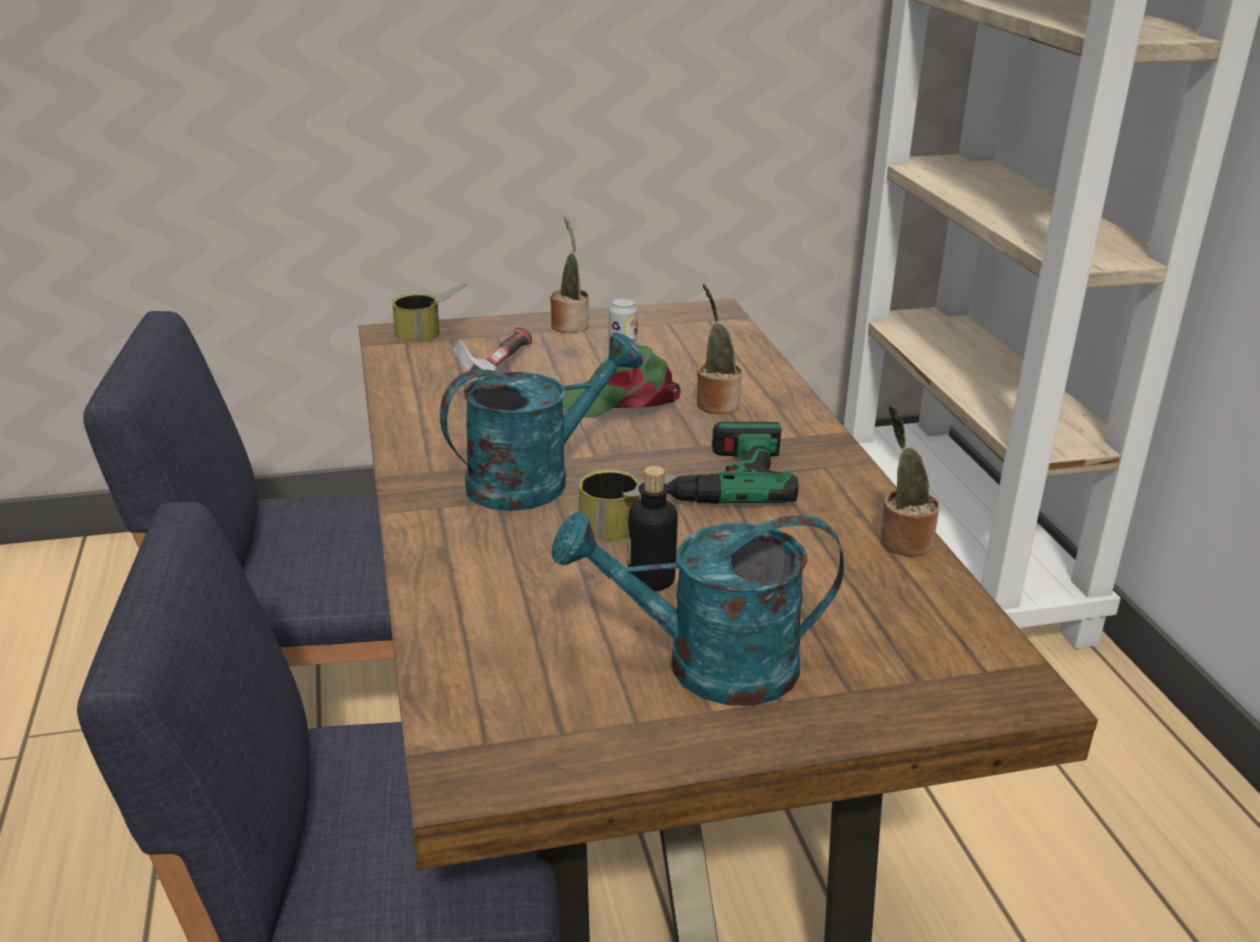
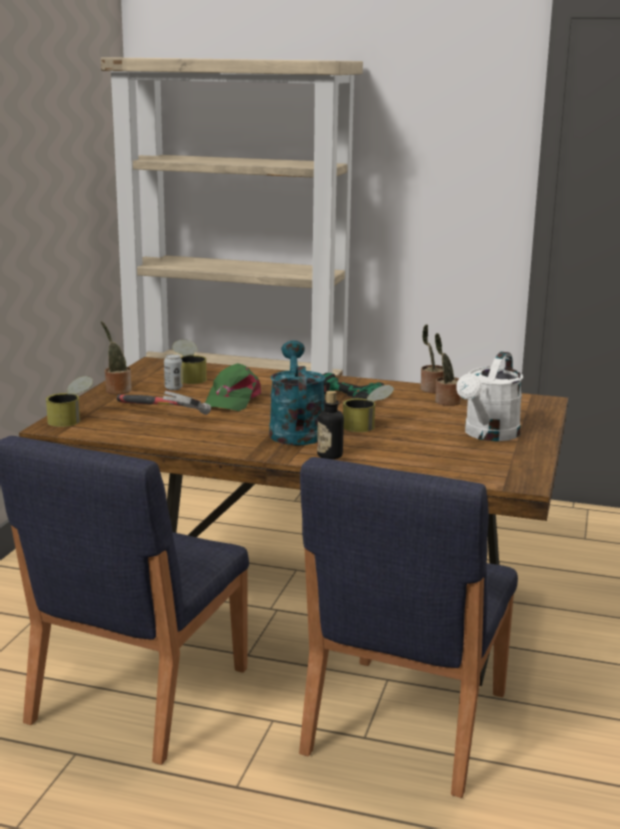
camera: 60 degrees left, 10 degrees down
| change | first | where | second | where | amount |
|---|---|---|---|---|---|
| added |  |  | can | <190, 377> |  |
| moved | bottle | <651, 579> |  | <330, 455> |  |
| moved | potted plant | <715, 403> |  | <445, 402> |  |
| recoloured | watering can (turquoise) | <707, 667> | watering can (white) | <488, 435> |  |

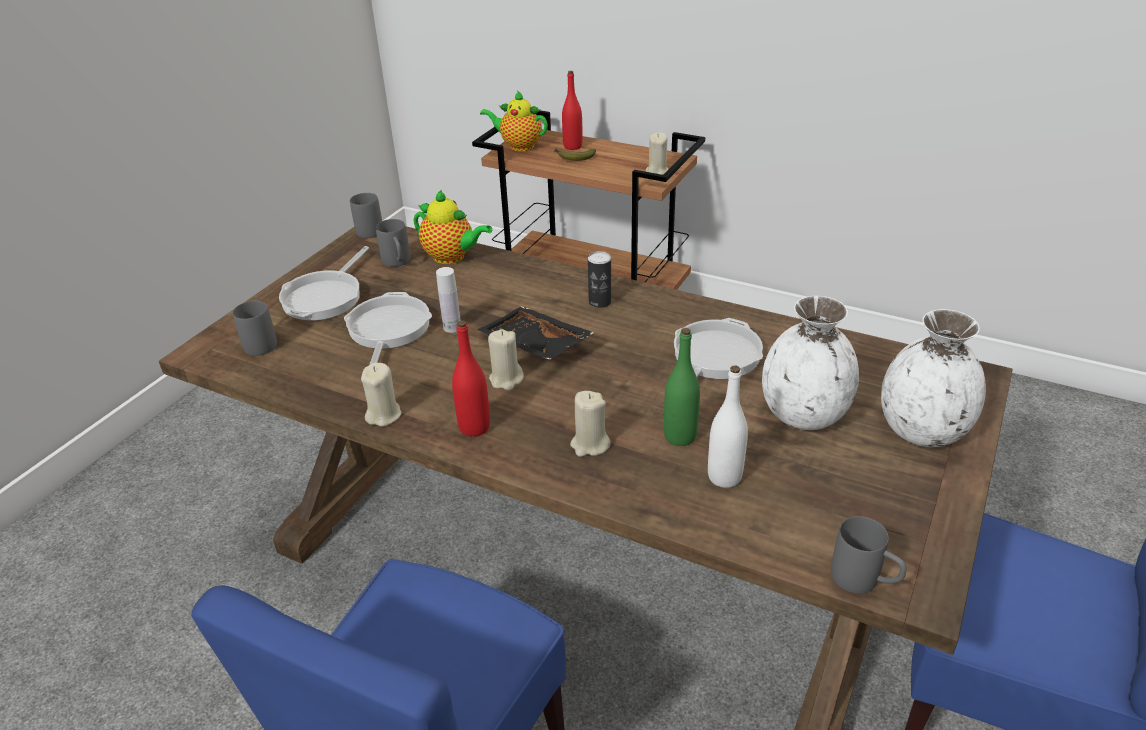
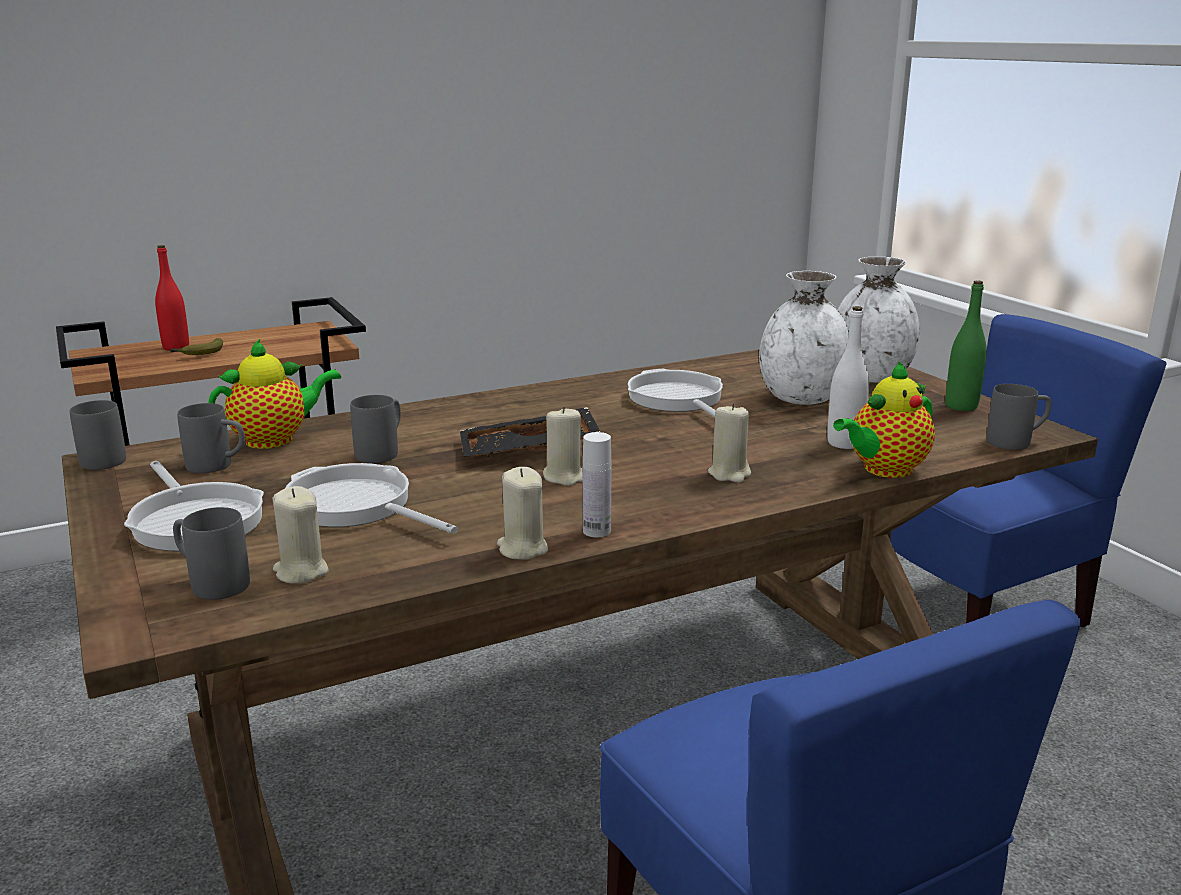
camera: 55 degrees left, 15 degrees down
| change | first | where | second | where | amount |
|---|---|---|---|---|---|
| moved | candle (beige) | <656, 171> |  | <301, 571> |  |
| added |  |  | mug (grey) | <382, 452> |  |
| moved | bottle (white) | <452, 327> |  | <596, 531> |  |
| moved | teapot | <518, 146> |  | <884, 470> |  |
| moved | bottle (green) | <680, 436> |  | <961, 406> |  |
| removed | bottle (red) | <474, 427> |  |  |  |
| removed | can | <600, 302> |  |  |  |

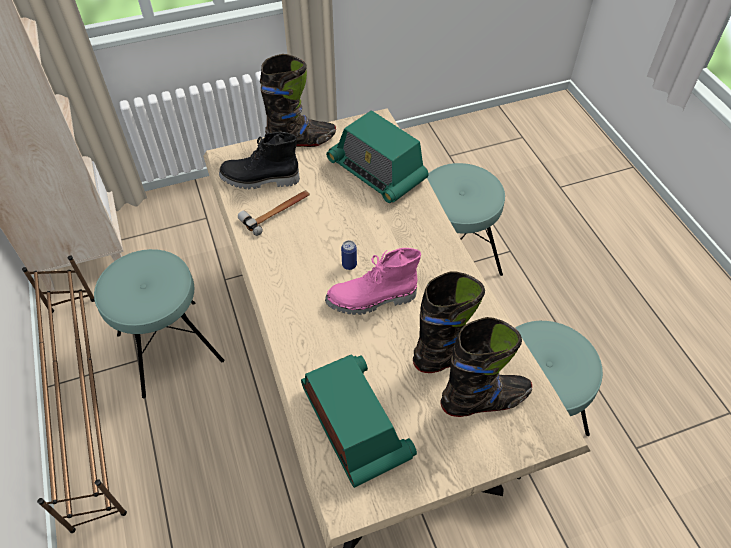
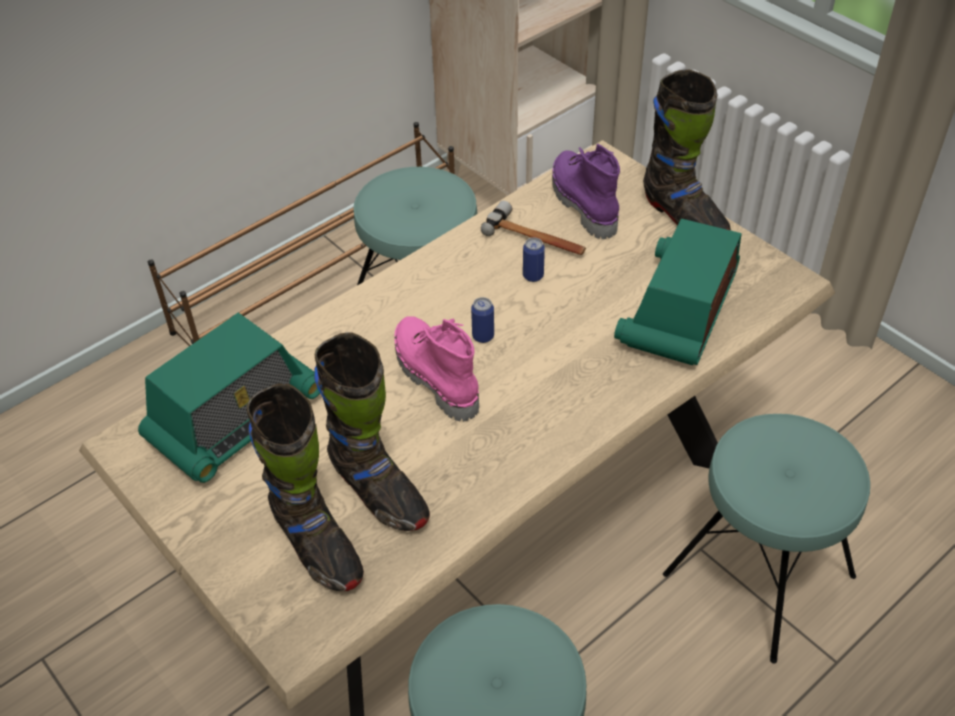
camera: 70 degrees right, 5 degrees down
| change | first | where | second | where | amount |
|---|---|---|---|---|---|
| added |  |  | can | <533, 276> |  |
| recoloured | boot (black) | <260, 180> | boot (purple) | <581, 203> |  |

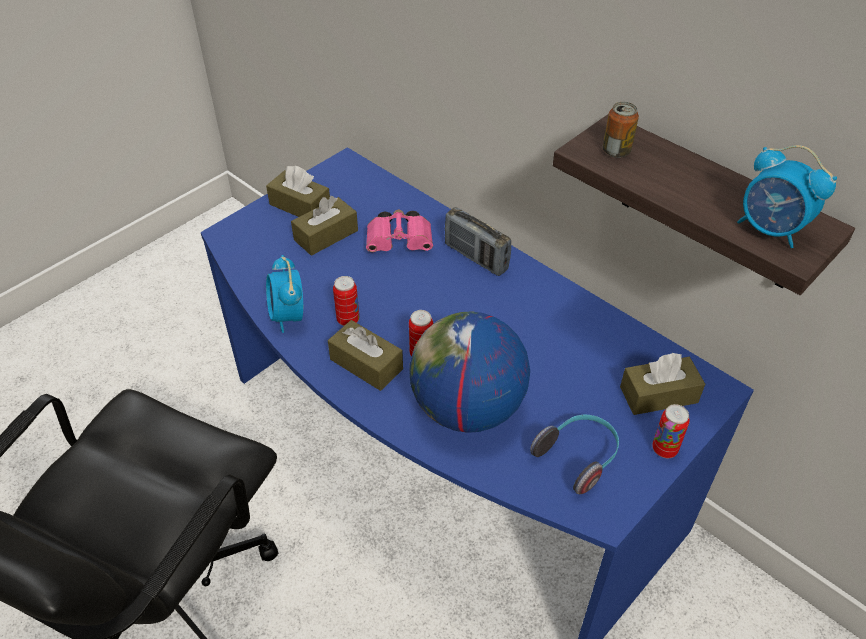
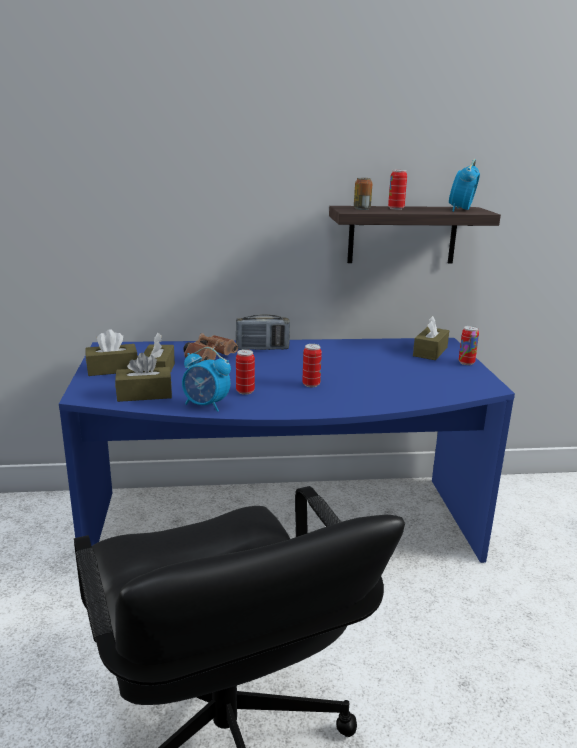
camera: 50 degrees left, 25 degrees down
| change | first | where | second | where | amount |
|---|---|---|---|---|---|
| moved | tissue box (brown) | <366, 364> |  | <144, 394> |  |
| recoloured | binoculars (pink) | <401, 242> | binoculars (brown) | <210, 358> |  |
| added |  |  | can | <396, 208> |  |
| turned | alarm clock | <771, 230> |  | <461, 210> | 120 degrees clockwise |
| removed | globe | <467, 408> |  |  |  |
| removed | headphones | <578, 457> |  |  |  |

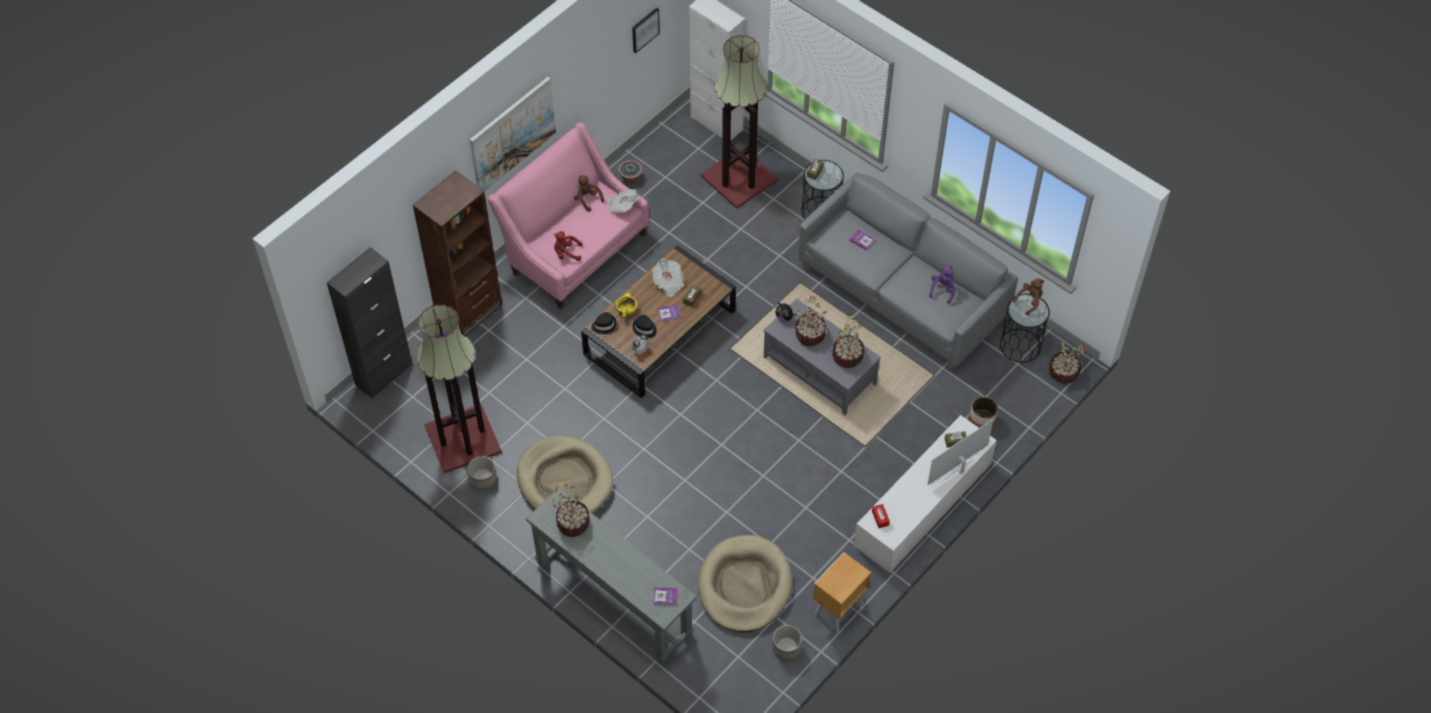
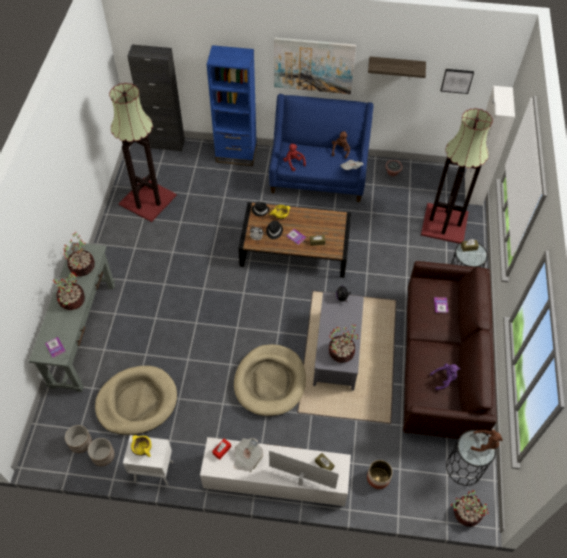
camera: 55 degrees right, 0 degrees up
| change | first | where | second | where | amount |
|---|---|---|---|---|---|
| moved | potted plant | <811, 335> |  | <72, 301> |  |
| moved | planter | <483, 479> |  | <80, 442> |  |
| recoloured | nightstand (brown) | <837, 610> | nightstand (white) | <153, 471> |  |
| added |  |  | bowl (yellow) | <142, 448> |  |
| recoloured | bookcase (brown) | <469, 310> | bookcase (blue) | <236, 155> |  |
| moved | dog bed (beige) | <564, 481> |  | <270, 381> |  |
| moved | newspaper | <668, 283> |  | <247, 458> |  |
| recoloured | sofa (pink) | <574, 250> | sofa (blue) | <318, 176> |  |
| added |  |  | shelf | <396, 66> |  |
| recoloured | sofa (grey) | <902, 293> | sofa (brown) | <440, 364> |  |

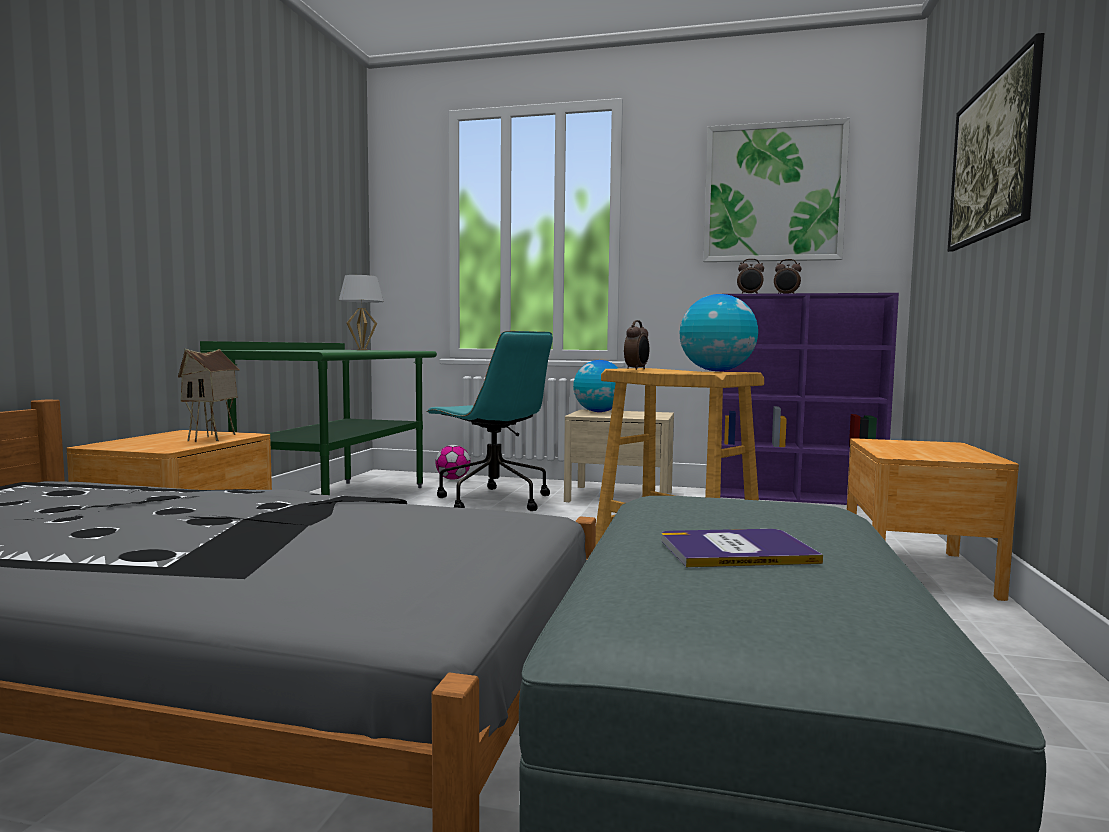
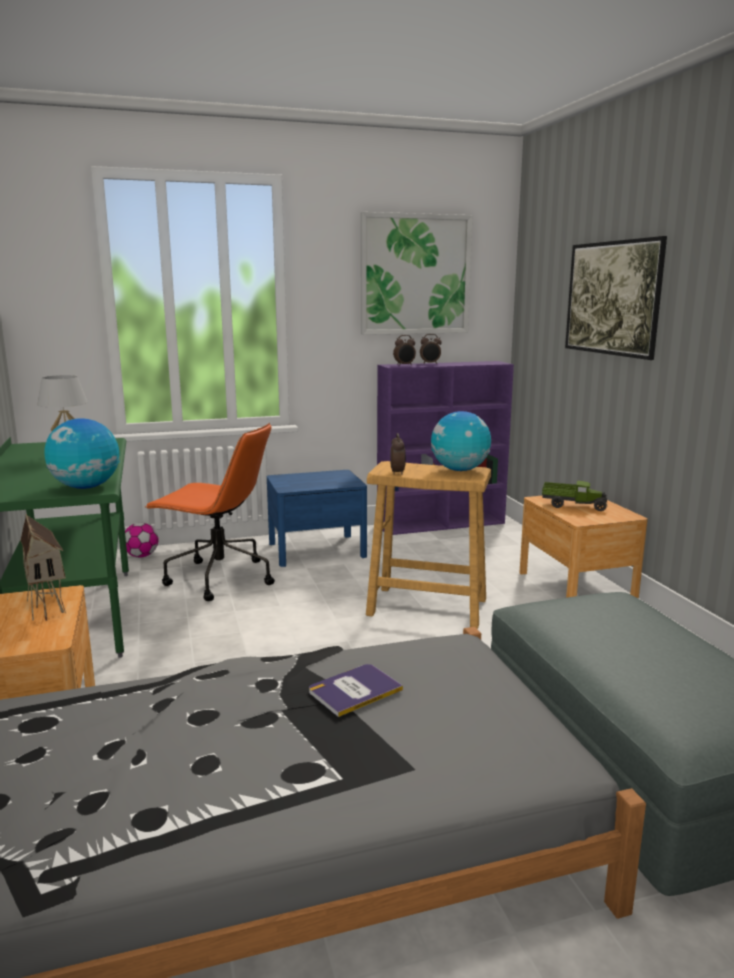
camera: 30 degrees left, 10 degrees up
| change | first | where | second | where | amount |
|---|---|---|---|---|---|
| moved | globe | <598, 412> |  | <86, 487> |  |
| recoloured | office chair (turquoise) | <492, 500> | office chair (orange) | <218, 578> |  |
| recoloured | nightstand (beige) | <619, 496> | nightstand (blue) | <316, 550> |  |
| moved | book | <736, 550> |  | <354, 690> |  |
| added |  |  | toy truck | <573, 505> |  |

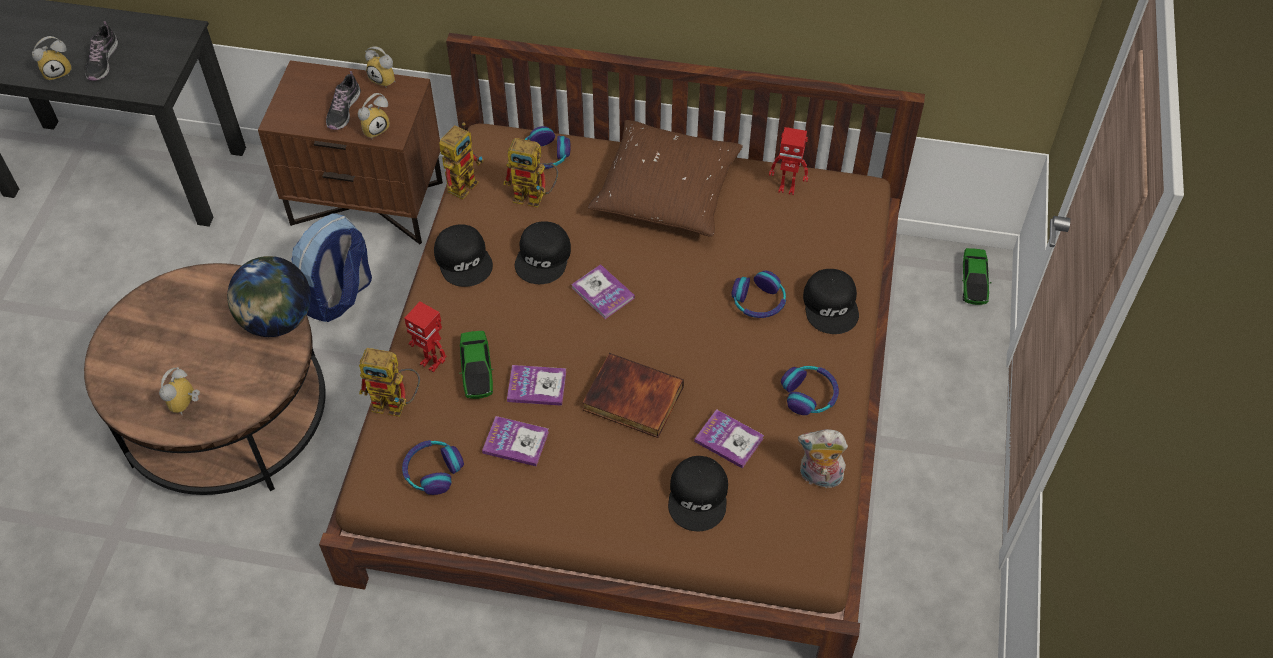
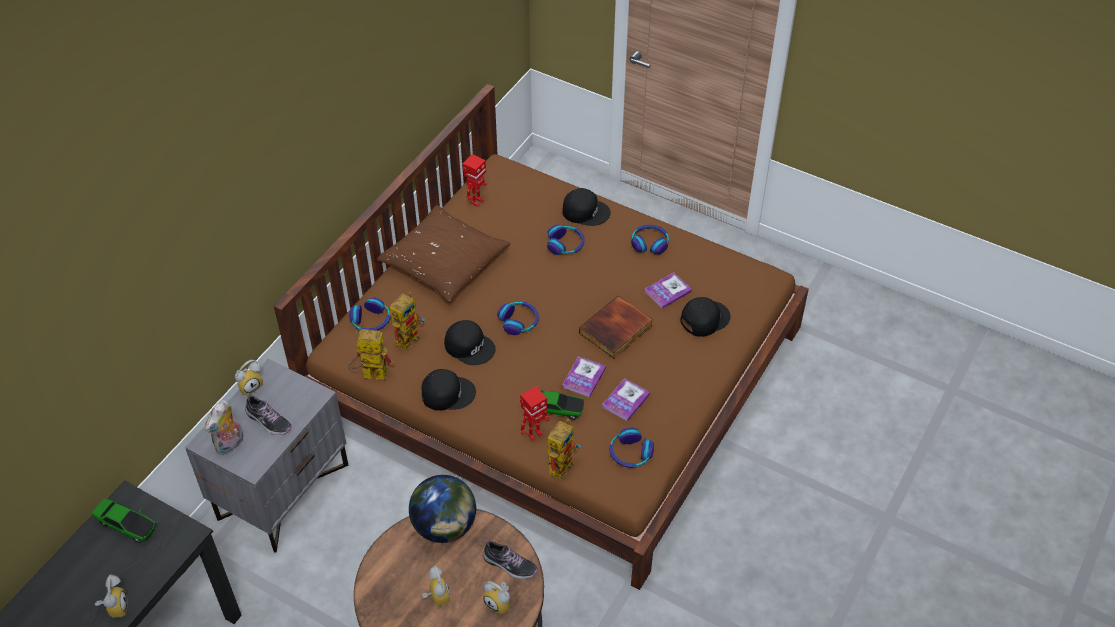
camera: 70 degrees left, 5 degrees down
| change | first | where | second | where | amount |
|---|---|---|---|---|---|
| moved | toy car | <973, 282> |  | <126, 525> |  |
| recoloured | nightstand (brown) | <368, 201> | nightstand (grey) | <282, 490> |  |
| moved | plush toy | <819, 477> |  | <230, 445> |  |
| turned | toy robot | <464, 181> |  | <369, 375> | 45 degrees counterclockwise |
| moved | alarm clock | <375, 128> |  | <435, 597> |  |
| moved | shoe | <102, 61> |  | <509, 564> |  |
| replaced | book | <602, 293> | headphones | <519, 321> |  |
| turned | cap (black) | <699, 496> |  | <704, 318> | 60 degrees counterclockwise |
| removed | backpack | <339, 296> |  |  |  |

